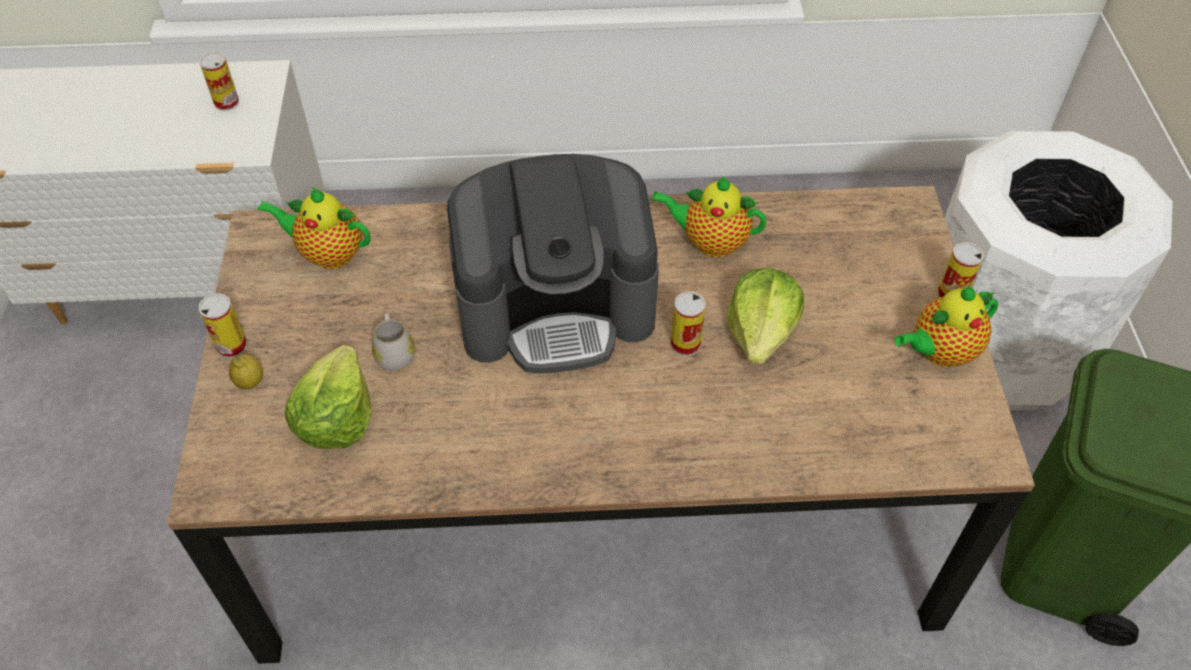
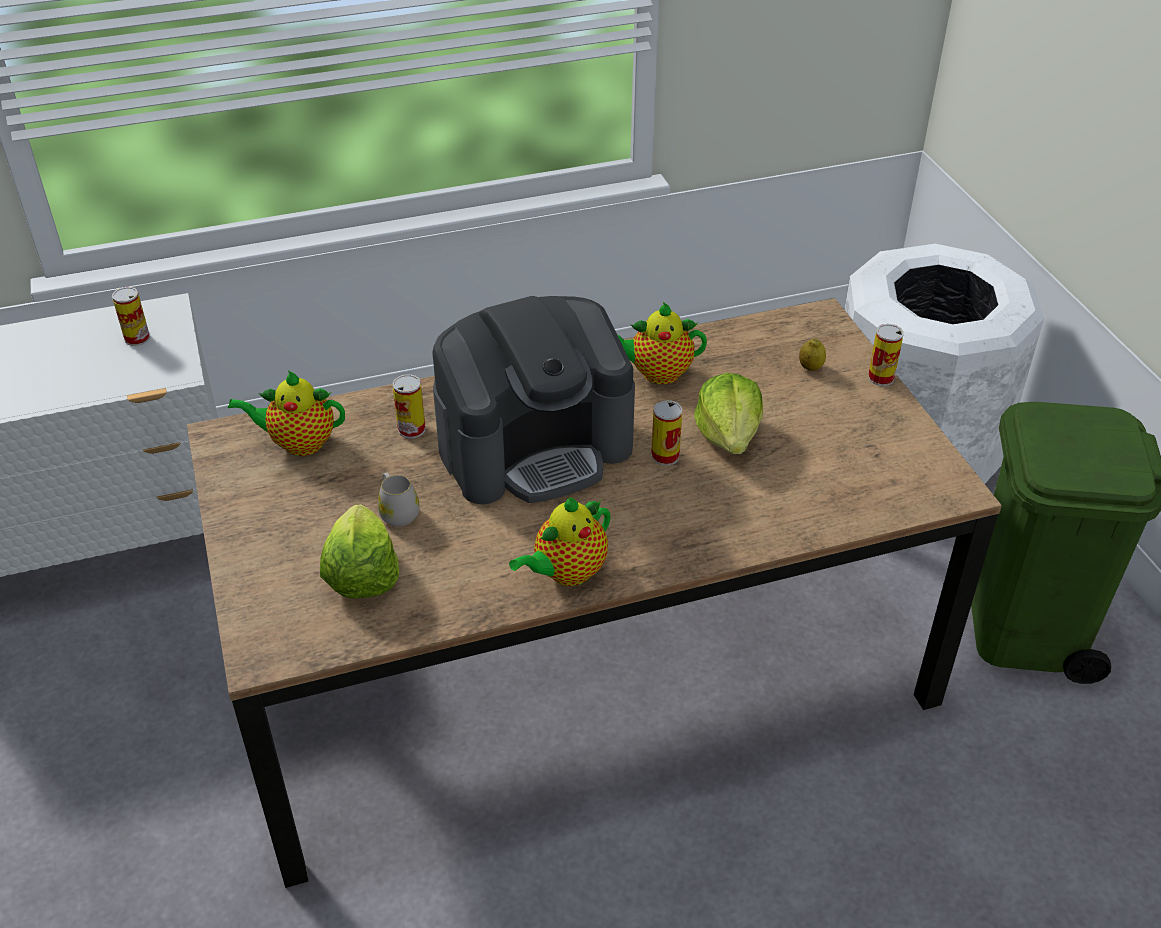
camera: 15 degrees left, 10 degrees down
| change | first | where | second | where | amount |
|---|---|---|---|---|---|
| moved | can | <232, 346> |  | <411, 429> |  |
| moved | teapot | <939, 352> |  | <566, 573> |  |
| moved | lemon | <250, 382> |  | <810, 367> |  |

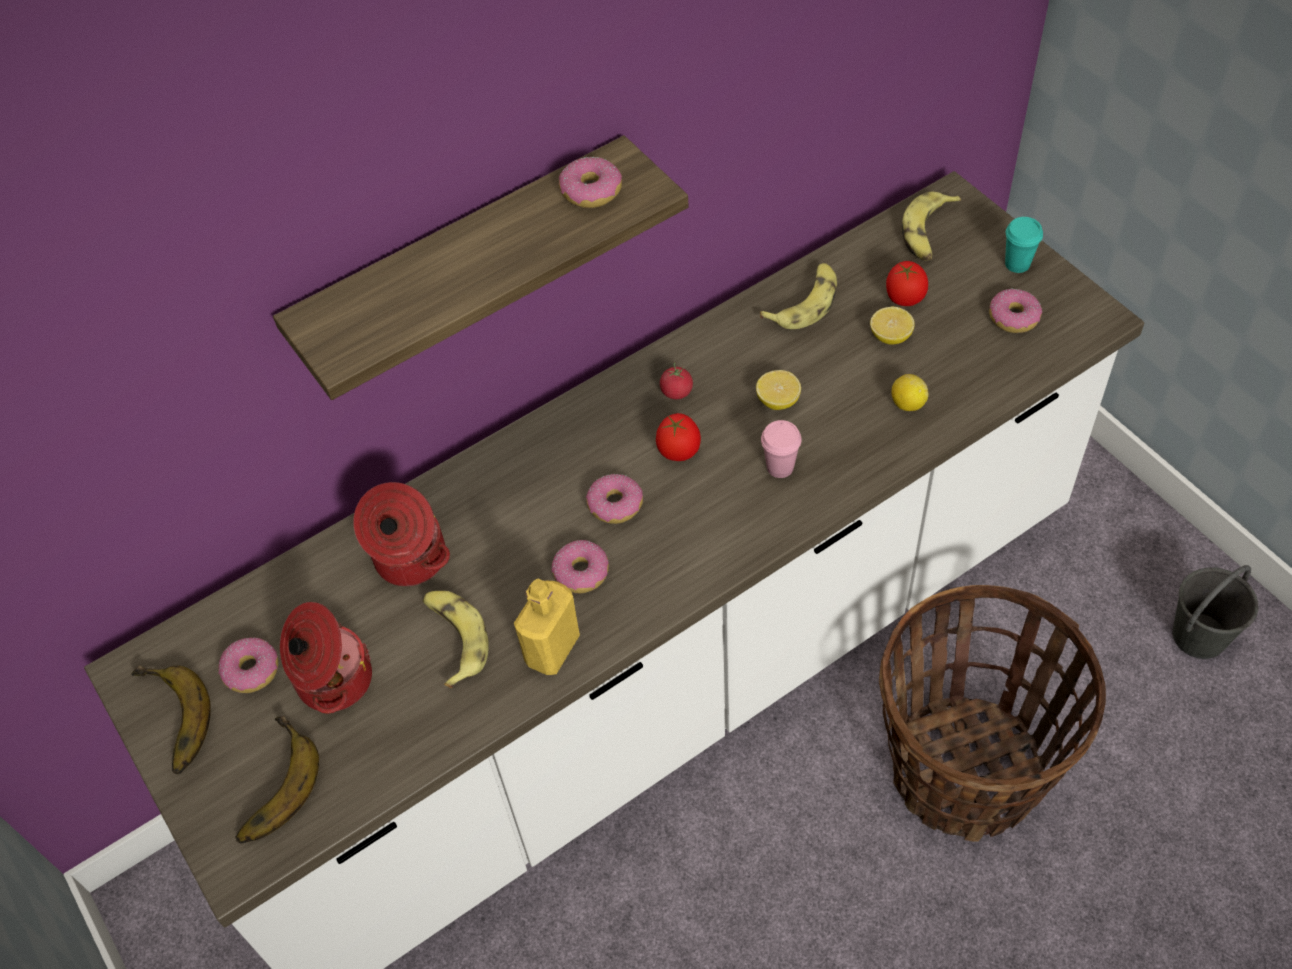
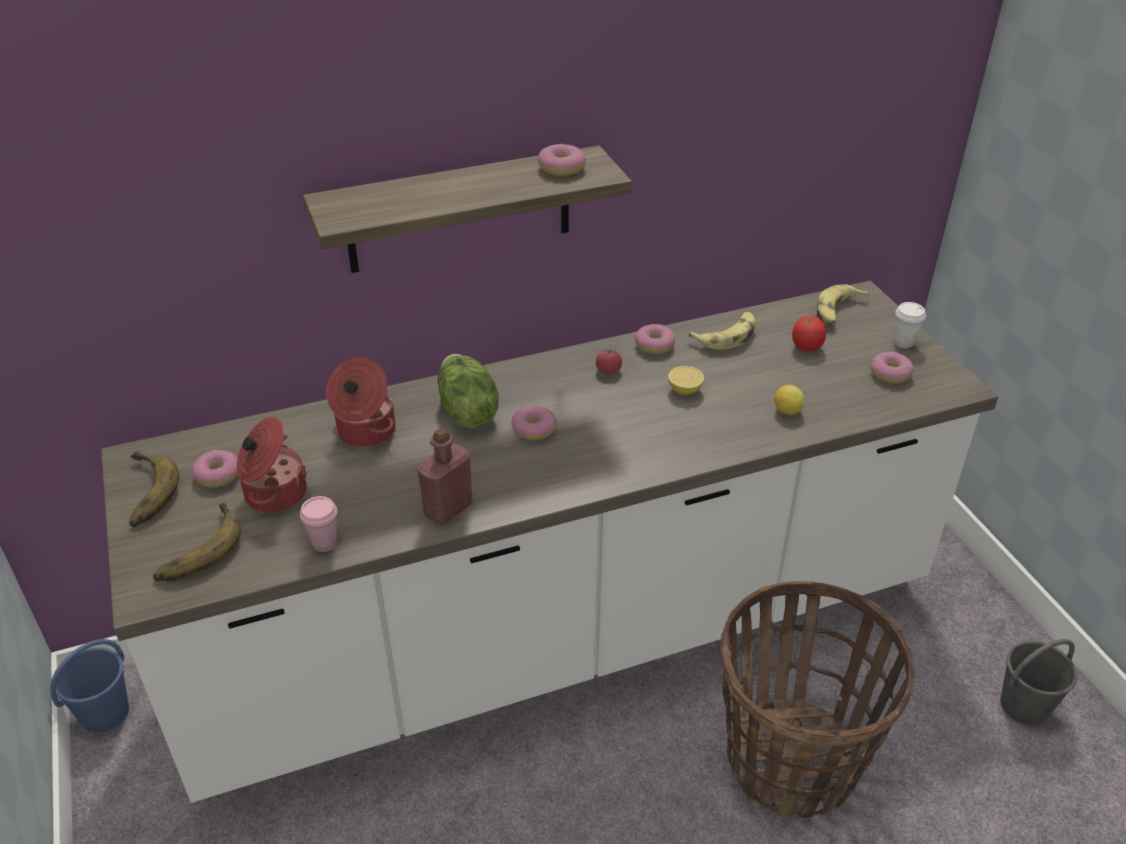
camera: 10 degrees right, 15 degrees down
| change | first | where | second | where | amount |
|---|---|---|---|---|---|
| added |  |  | bucket (blue) | <106, 712> |  |
| moved | cup (pink) | <780, 467> |  | <324, 543> |  |
| recoloured | bottle (yellow) | <552, 649> | bottle (red) | <448, 509> |  |
| added |  |  | lettuce | <466, 411> |  |
| moved | donut | <581, 573> |  | <654, 345> |  |
| recoloured | cup (turquoise) | <1017, 264> | cup (white) | <903, 342> |  |
| removed | banana | <454, 639> |  |  |  |
| removed | tomato | <678, 450> |  |  |  |
| removed | lemon | <890, 336> |  |  |  |

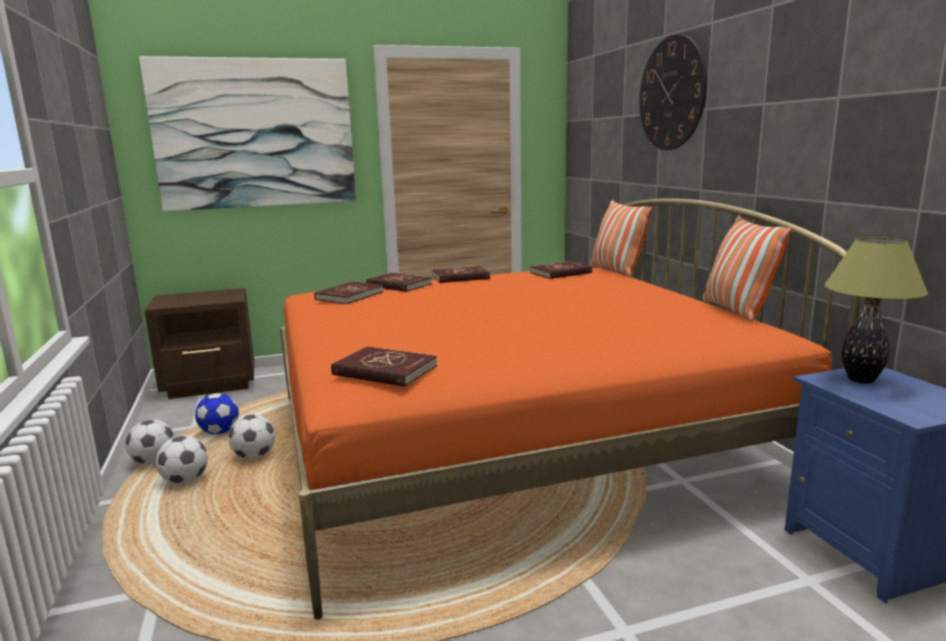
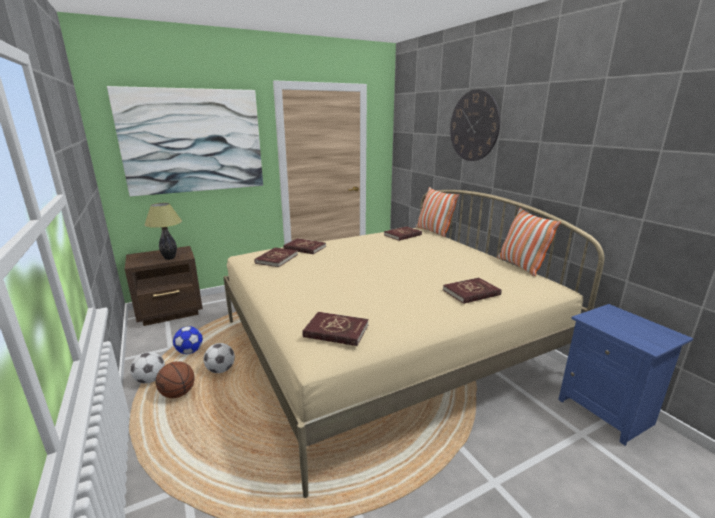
camera: 10 degrees left, 5 degrees up
| change | first | where | second | where | amount |
|---|---|---|---|---|---|
| moved | table lamp | <861, 379> |  | <170, 258> |  |
| replaced | football | <185, 481> | basketball | <178, 394> |  |
| recoloured | bed (orange) | <511, 440> | bed (beige) | <384, 346> |  |
| moved | book (red) | <460, 277> |  | <471, 292> |  |

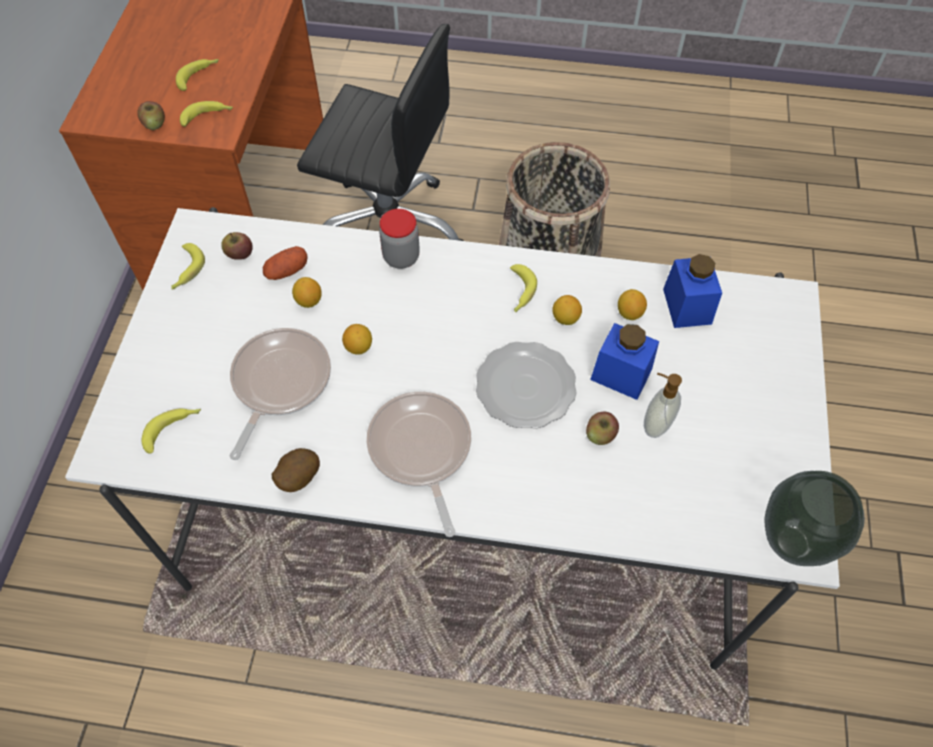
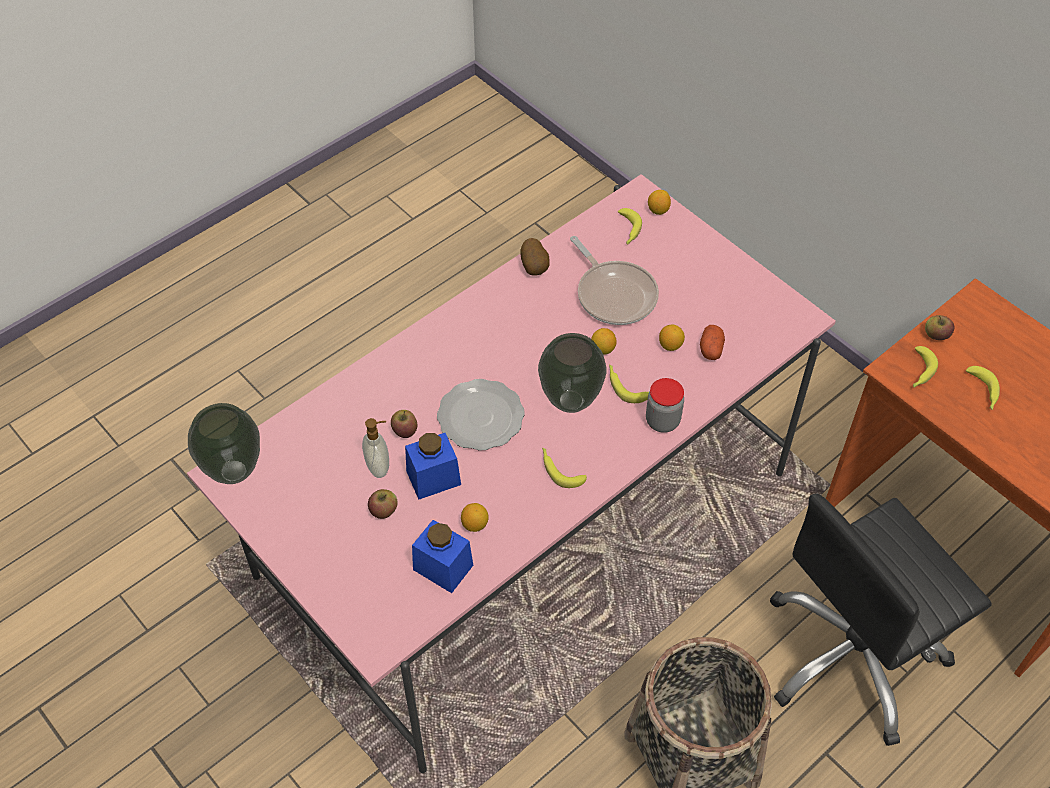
camera: 130 degrees right, 5 degrees down
| change | first | where | second | where | amount |
|---|---|---|---|---|---|
| recoloured | dining table (white) | <466, 493> | dining table (pink) | <525, 524> |  |
| moved | apple | <239, 254> |  | <383, 510> |  |
| added |  |  | vase | <571, 402> |  |
| moved | banana | <186, 271> |  | <625, 386> |  |
| moved | lemon | <565, 318> |  | <658, 210> |  |
| removed | frying pan | <421, 451> |  |  |  |

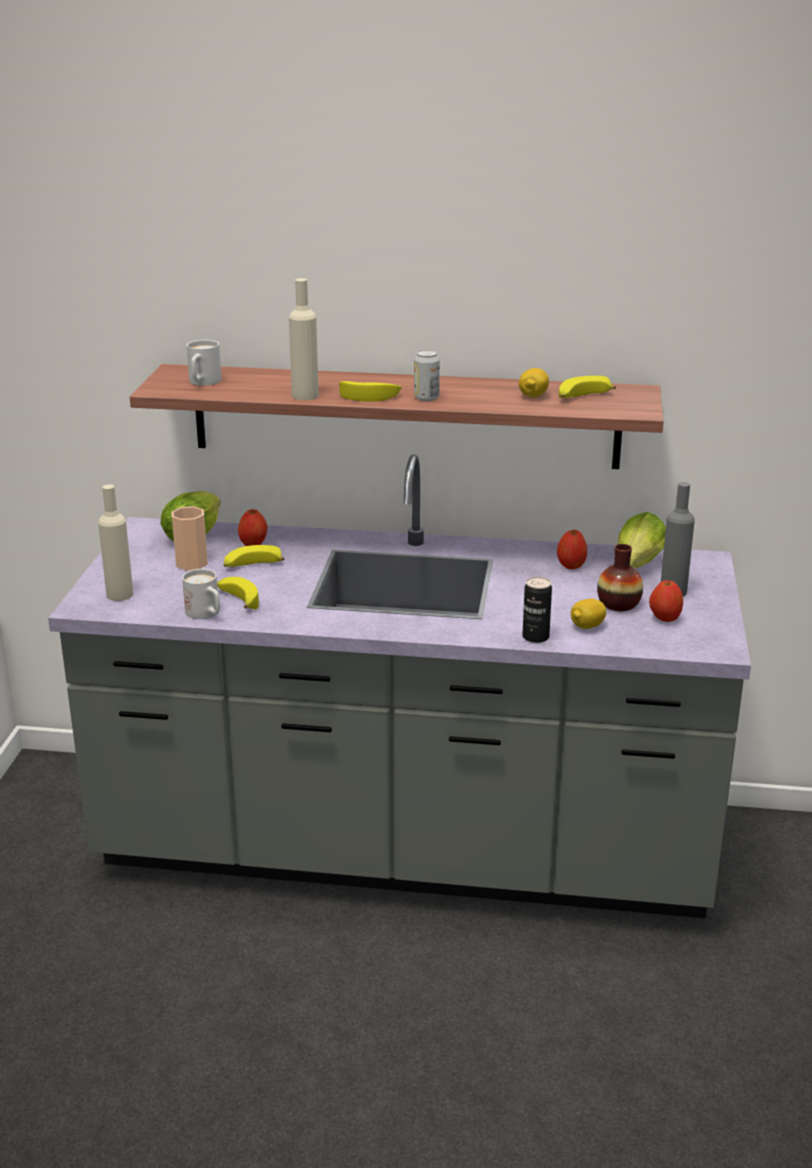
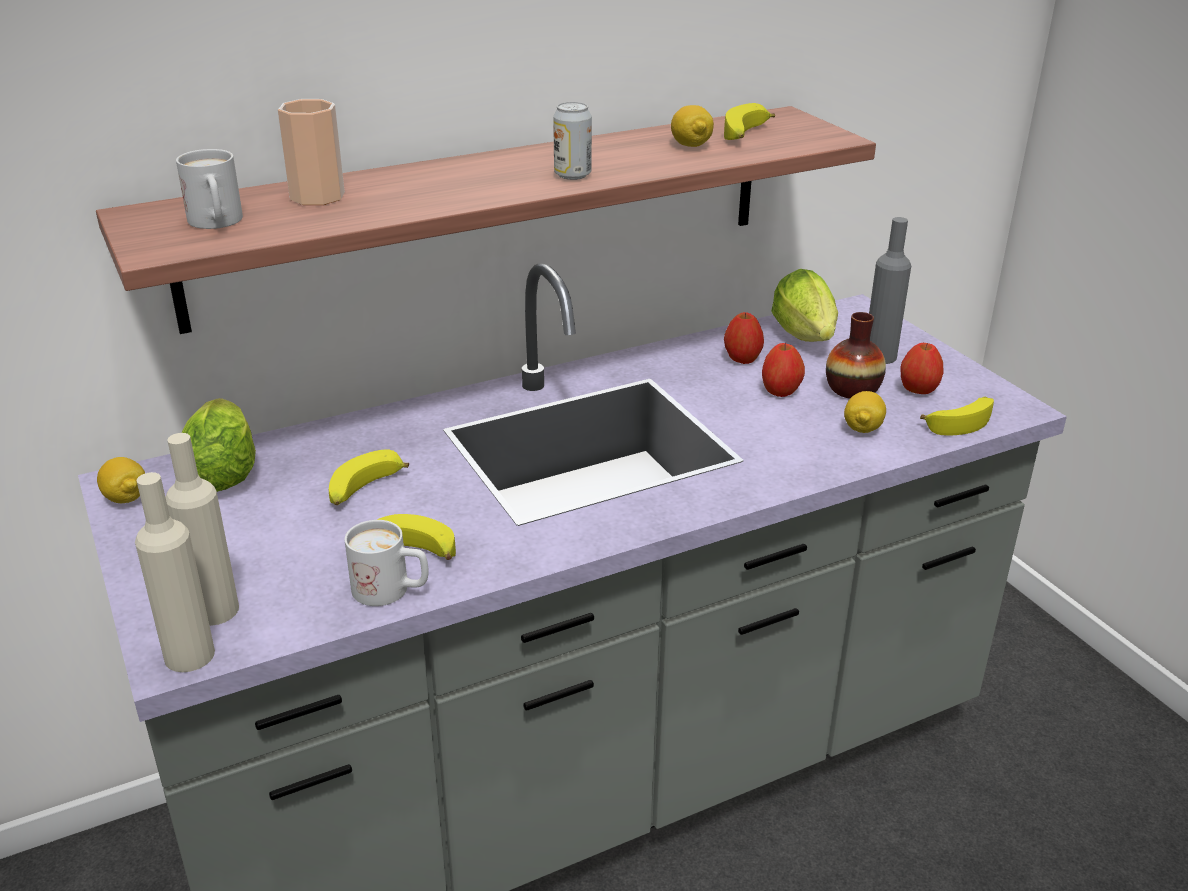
camera: 35 degrees left, 5 degrees up
| change | first | where | second | where | amount |
|---|---|---|---|---|---|
| added |  |  | lemon | <126, 498> |  |
| moved | bottle (beige) | <305, 395> |  | <189, 655> |  |
| moved | cup | <191, 563> |  | <317, 196> |  |
| moved | apple | <253, 544> |  | <780, 391> |  |
| moved | banana | <370, 396> |  | <960, 422> |  |
| removed | can | <535, 637> |  |  |  |

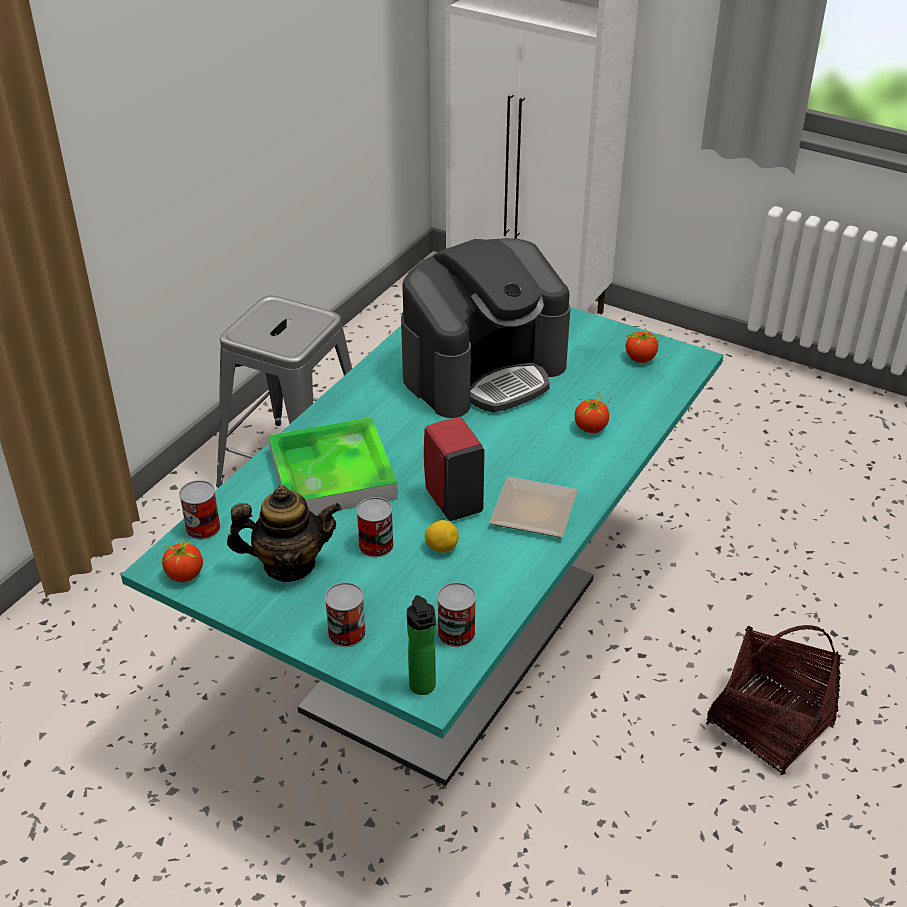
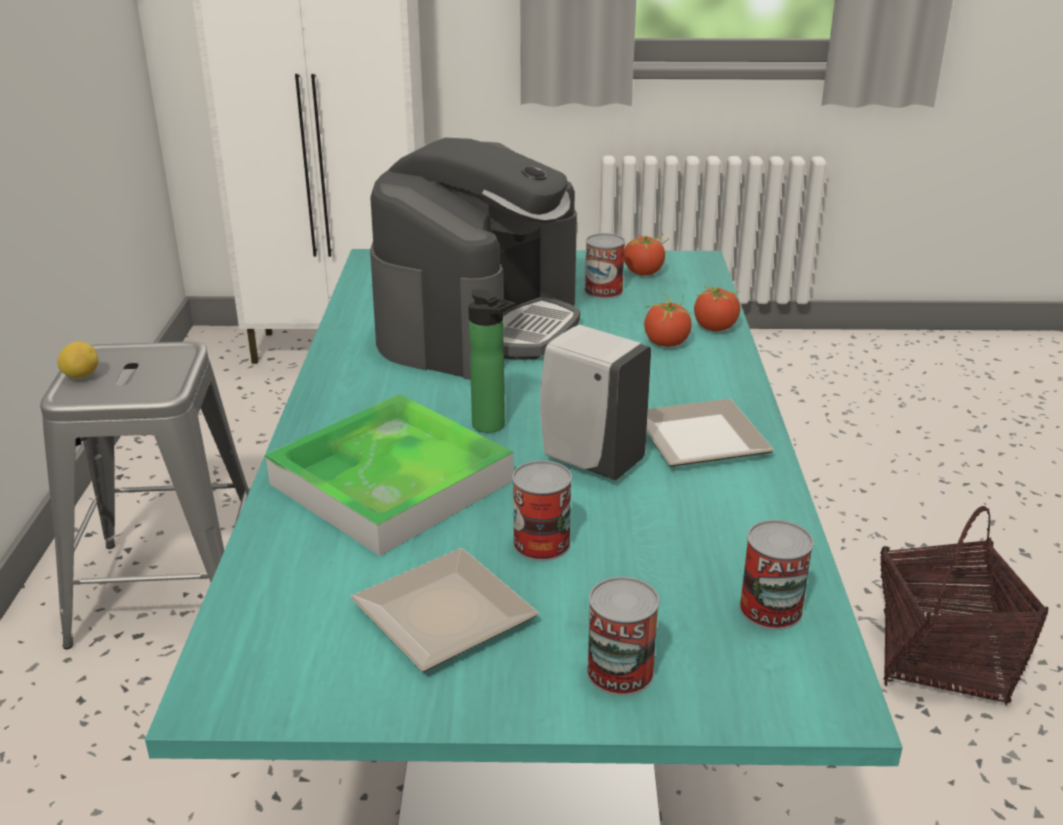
camera: 30 degrees left, 10 degrees down
| change | first | where | second | where | amount |
|---|---|---|---|---|---|
| moved | lemon | <441, 548> |  | <81, 376> |  |
| replaced | teapot | <289, 565> | plate | <437, 614> |  |
| moved | bottle | <423, 688> |  | <492, 427> |  |
| recoloured | soap dispenser (red) | <452, 501> | soap dispenser (white) | <589, 460> |  |
| moved | can | <203, 527> |  | <603, 291> |  |
| moved | tomato | <185, 575> |  | <715, 327> |  |

